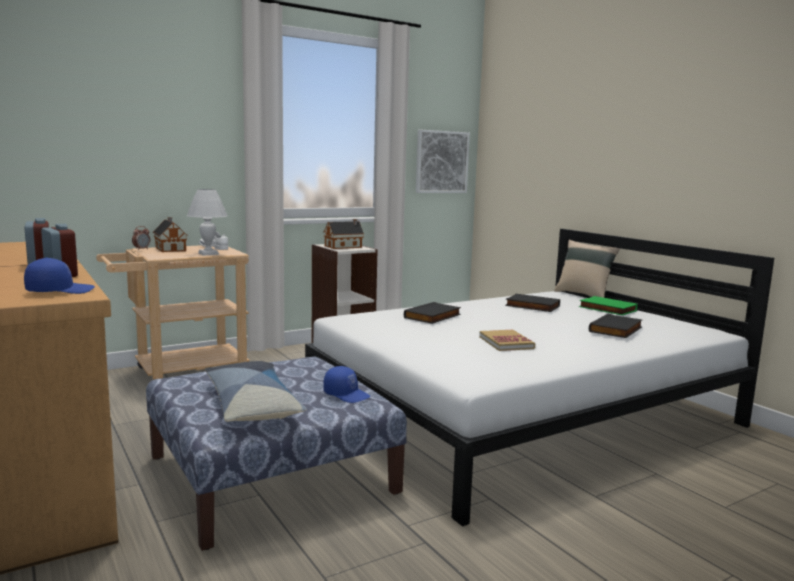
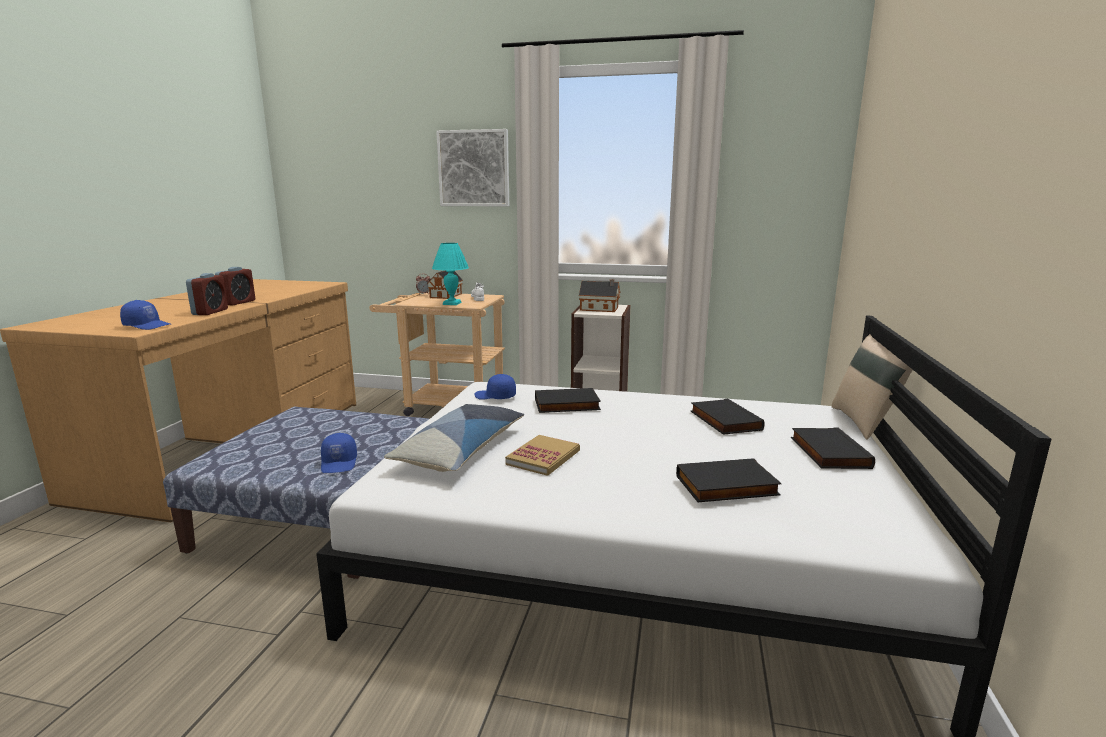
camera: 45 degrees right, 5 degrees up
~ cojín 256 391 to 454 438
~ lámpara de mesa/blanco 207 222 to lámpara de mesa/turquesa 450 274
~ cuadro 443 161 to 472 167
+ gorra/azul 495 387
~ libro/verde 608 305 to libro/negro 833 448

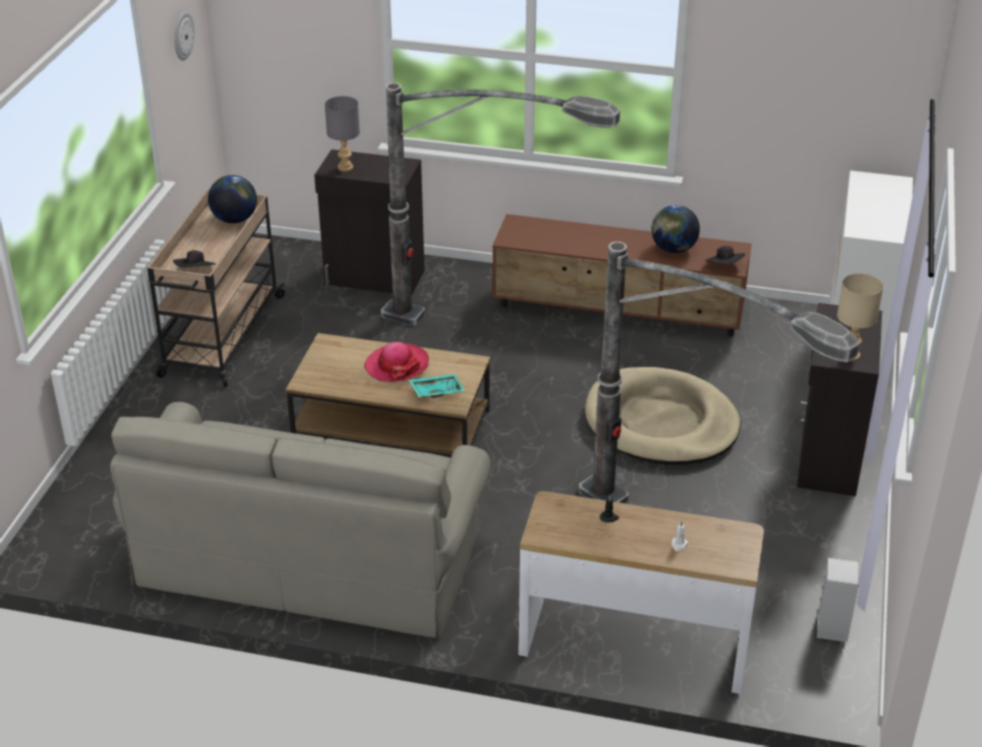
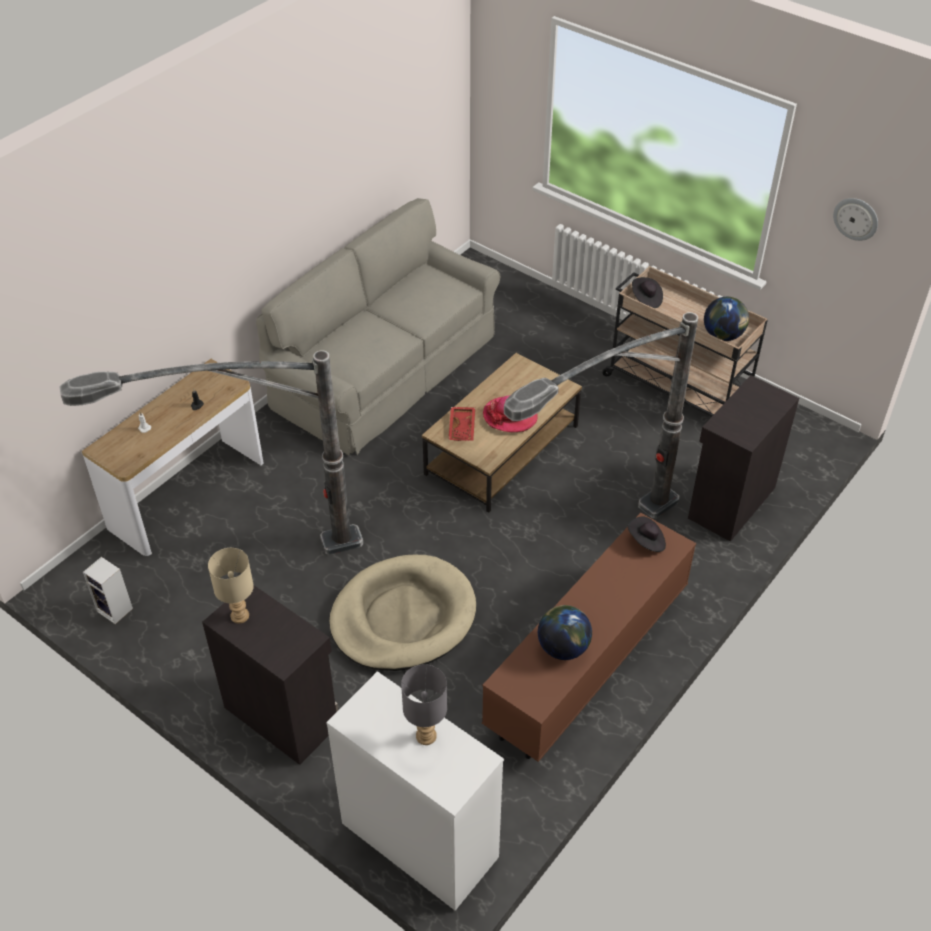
camera: 115 degrees right, 10 degrees up
~ lámpara de mesa/gris 342 134 to 424 704
~ bandeja/turquesa 437 386 to bandeja/rojo 462 424
~ sombrero/negro 725 255 to 647 534

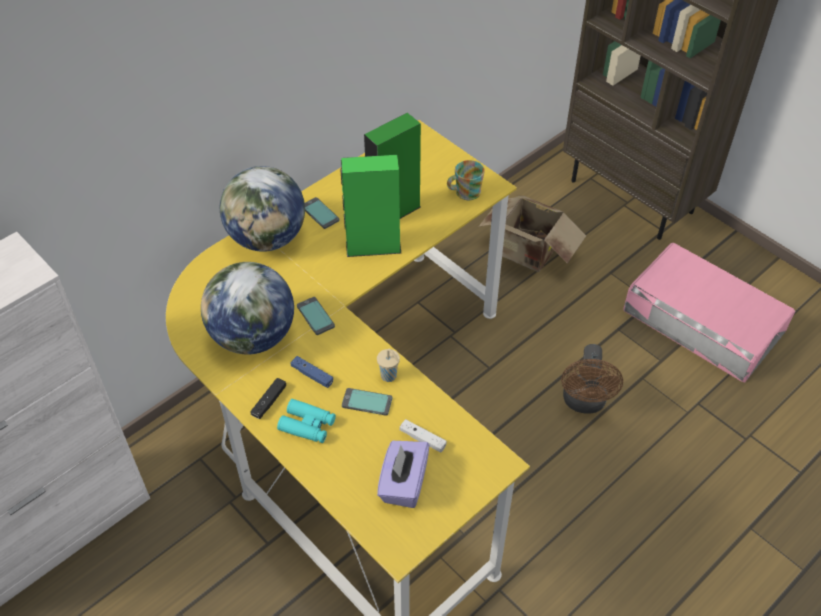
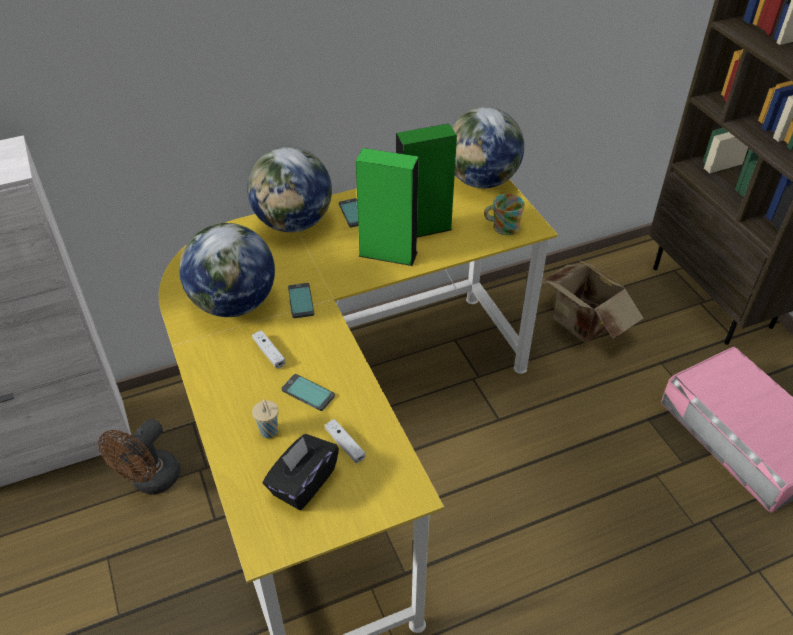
camera: 20 degrees right, 5 degrees down
~ ventilador/marrón 592 379 to 139 456
~ mando de consola/azul 312 372 to mando de consola/blanco 269 349
~ taza/beis 388 365 to 265 418
~ caja de pañuelos/morado 403 474 to caja de pañuelos/negro 301 472
+ globo terráqueo 487 147
- mando de consola/negro 268 398
- prismáticos/turquesa 306 421

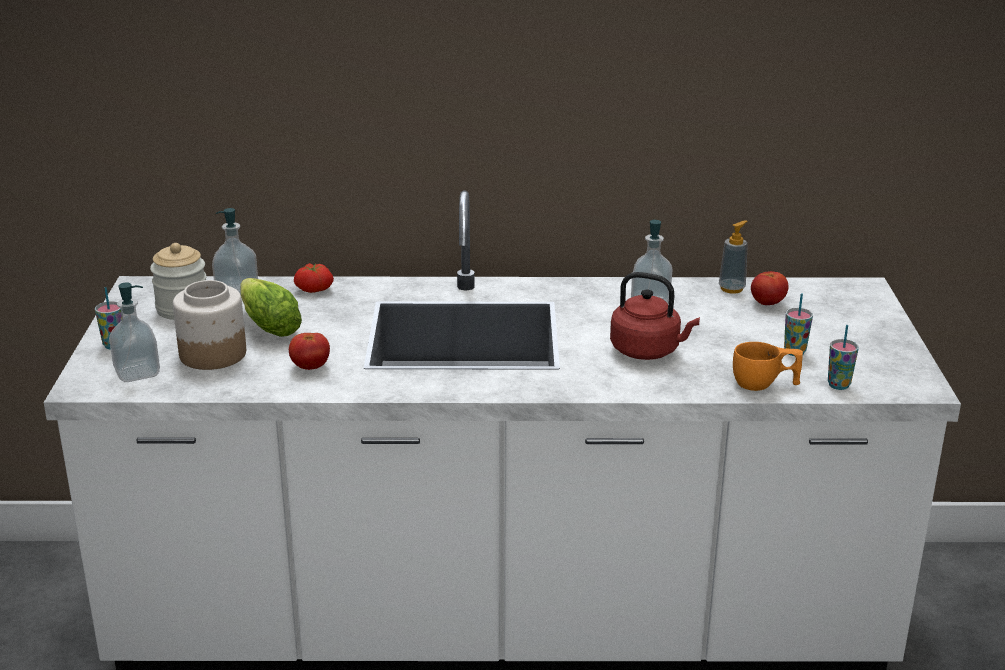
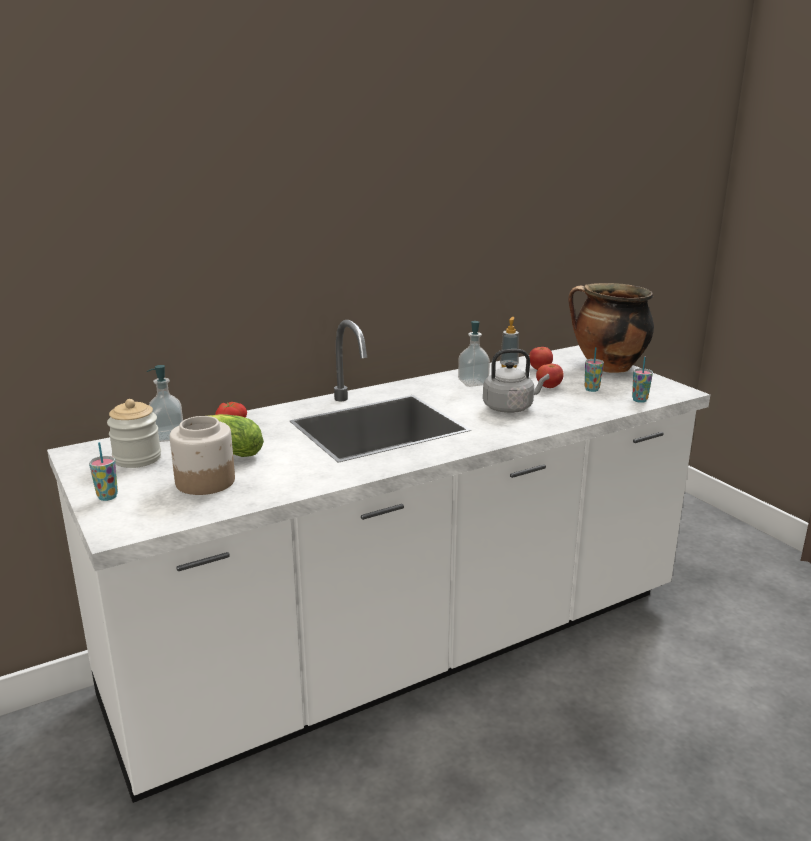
camera: 30 degrees left, 5 degrees down
~ hervidor/rojo 655 316 to hervidor/gris 516 381
~ tomate 309 351 to 550 375
+ olla 611 328
- dispensador de jabón 134 332
- taza/naranja 768 366

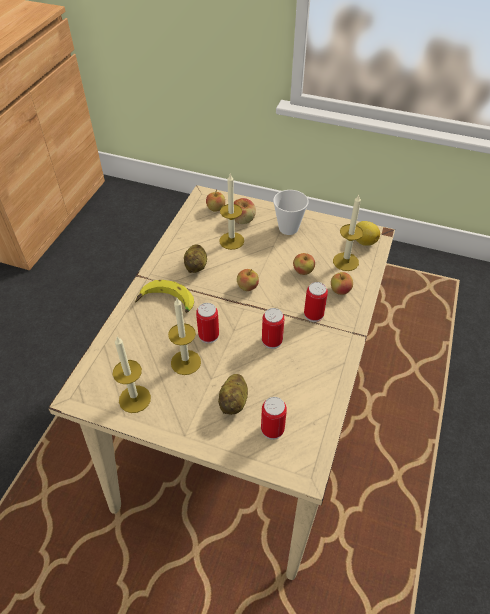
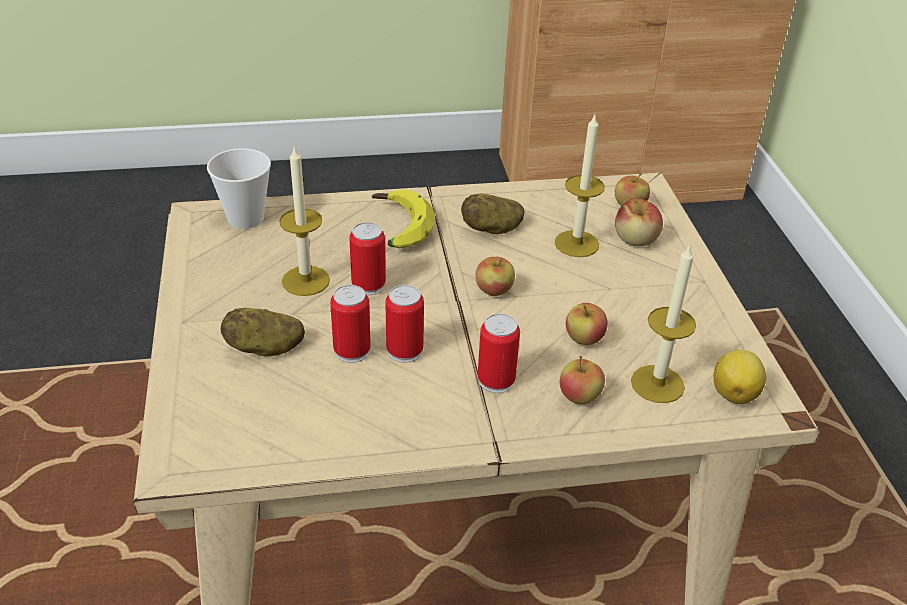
camera: 60 degrees right, 10 degrees down
~ taza 291 212 to 239 188
~ lata 274 418 to 350 324
- vela 132 375

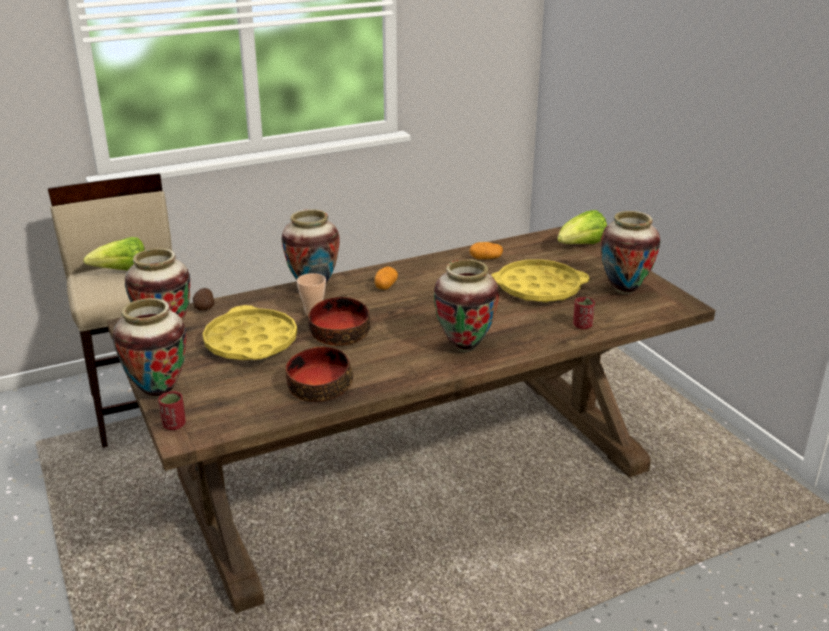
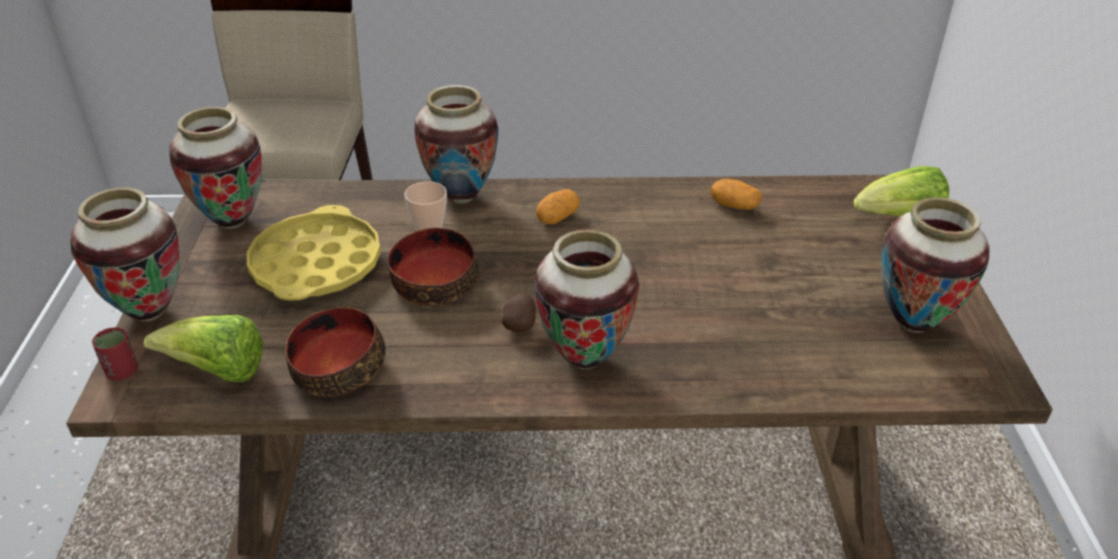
camera: 25 degrees right, 10 degrees up
~ lechuga 114 253 to 203 348
~ patata 203 299 to 519 312
- bandeja/amarillo 540 281
- taza/rojo 584 313

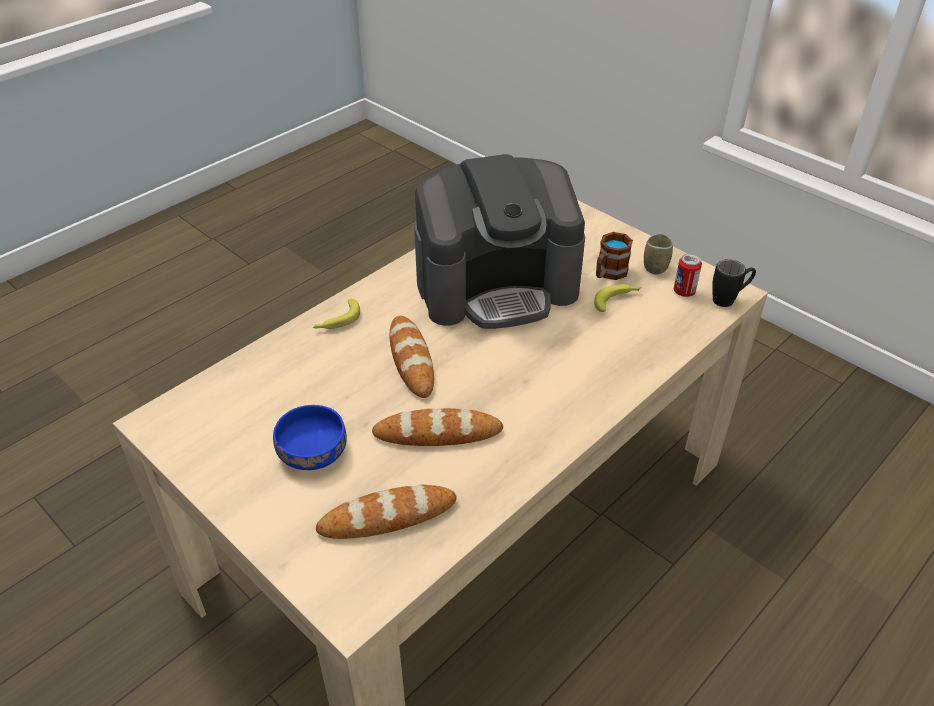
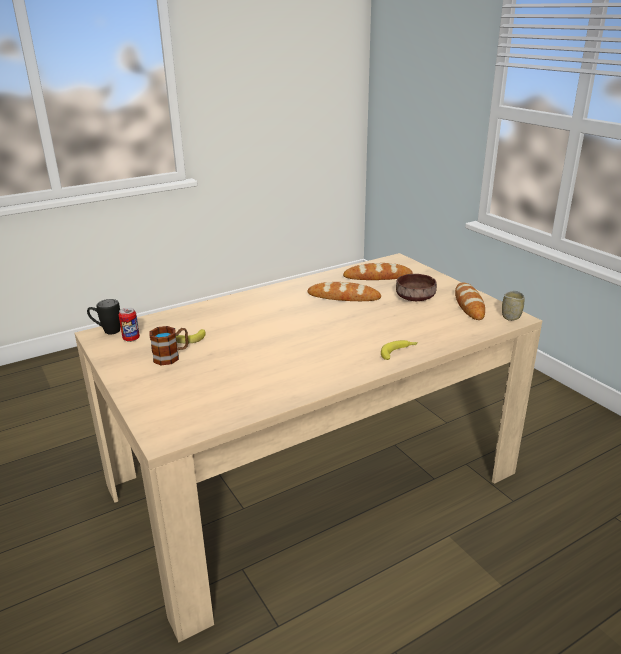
camera: 165 degrees left, 15 degrees down
~ cuenco/azul 310 437 to cuenco/marrón 416 287
~ pan 412 357 to 470 301
~ taza 658 254 to 513 306
- cafetera 499 241

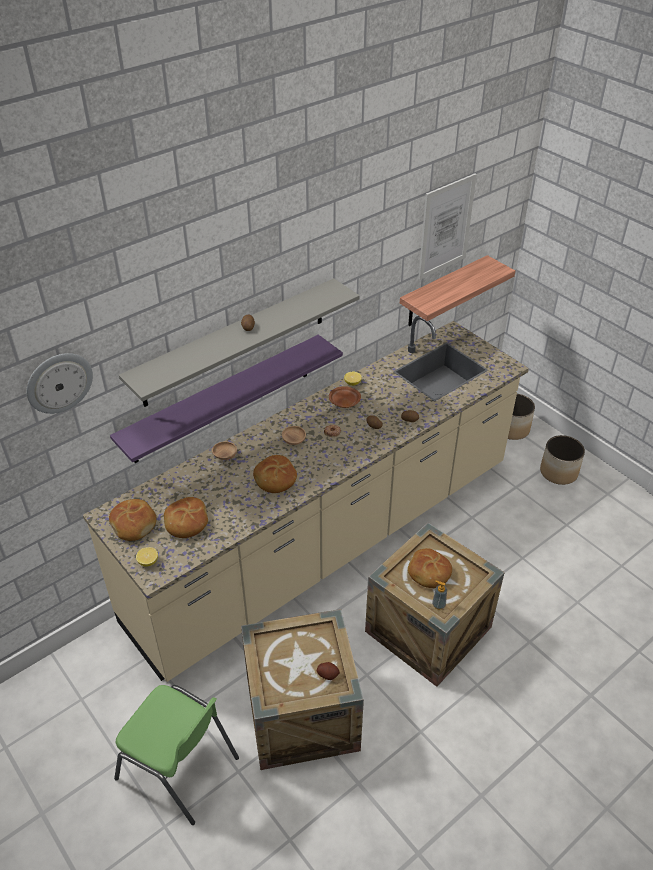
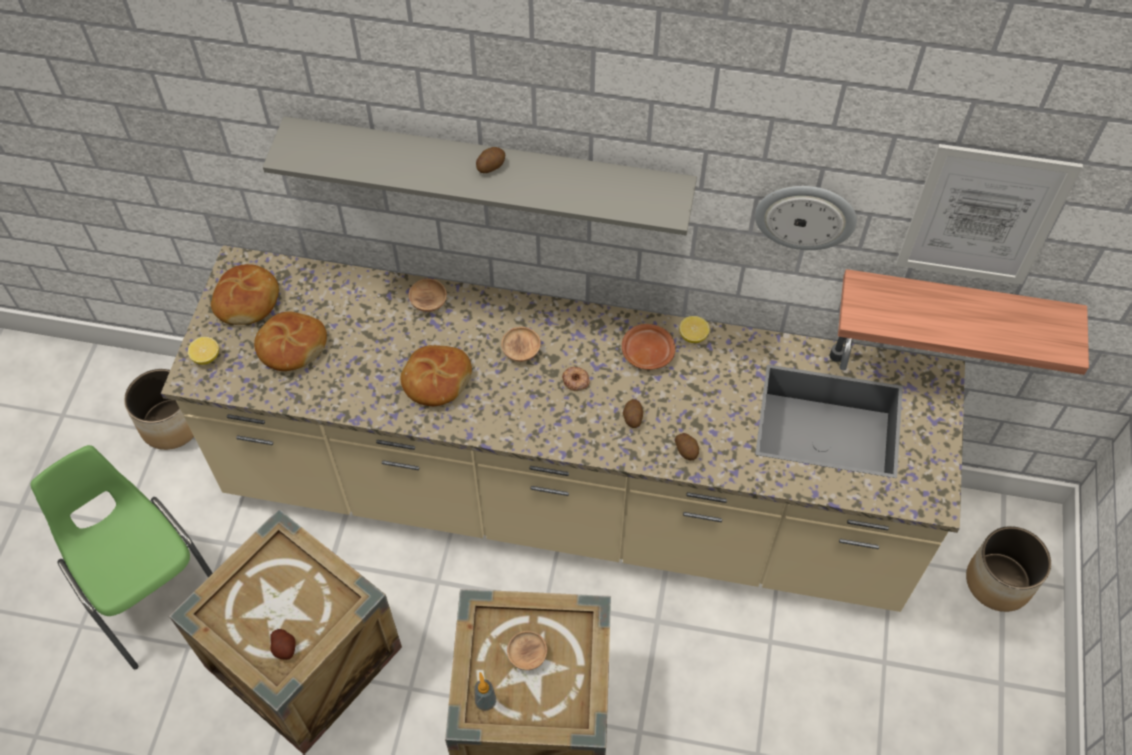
camera: 50 degrees right, 15 degrees up
~ silla/verde 176 755 = 121 557 150 degrees clockwise
~ maceta 562 460 to 159 409
~ pan 430 568 to cuenco/marrón 527 650
~ reloj de pared 60 383 to 806 218
- estante/morado 226 399

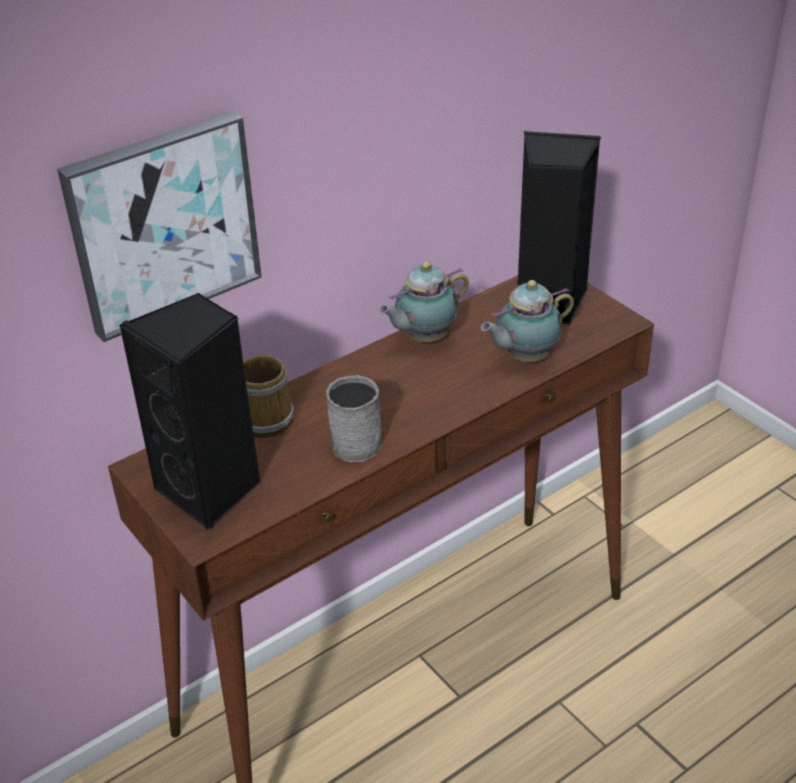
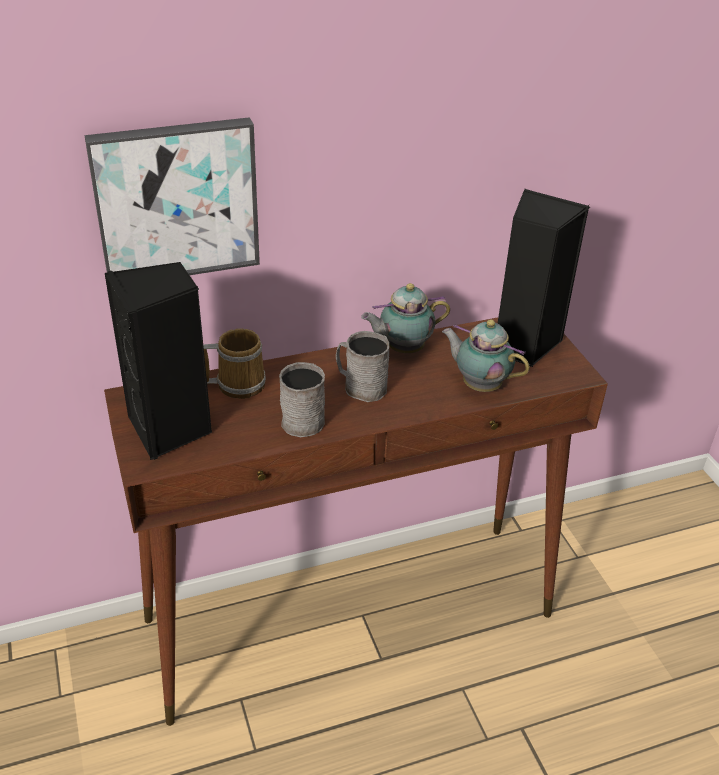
camera: 15 degrees right, 0 degrees up
+ taza grande/gris 362 366
~ tetera 527 321 = 486 356 45 degrees clockwise

